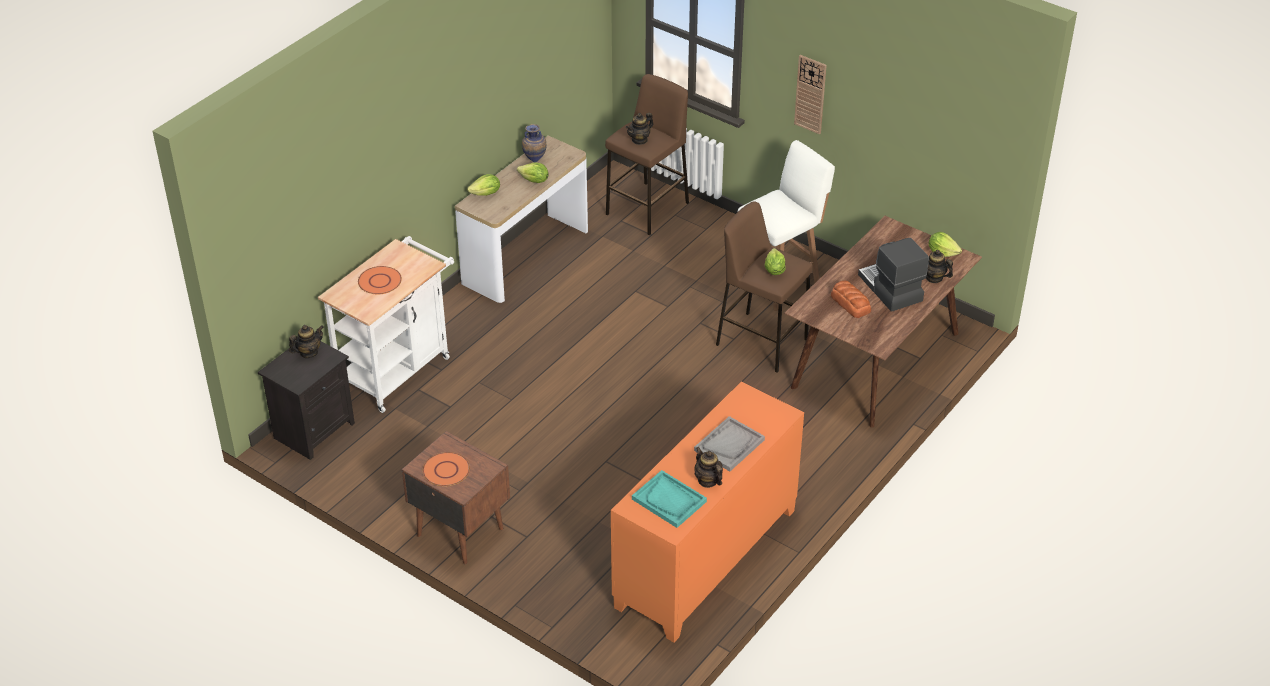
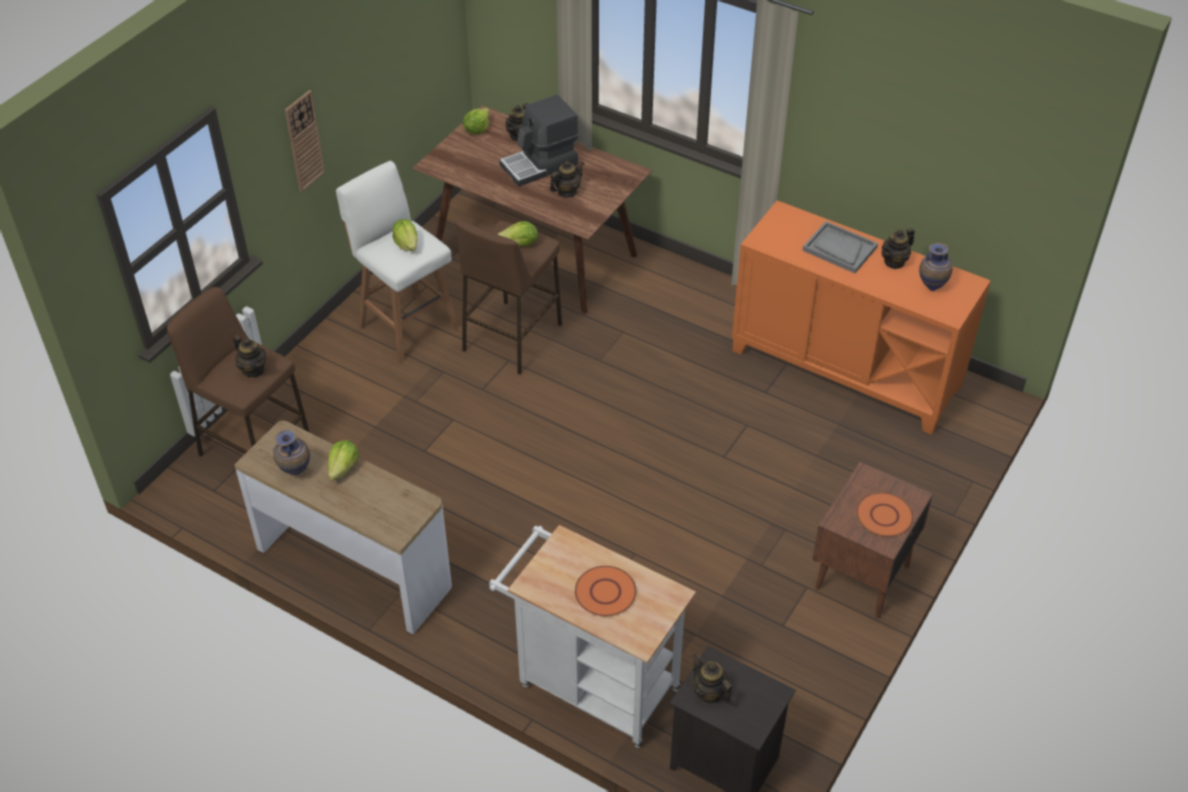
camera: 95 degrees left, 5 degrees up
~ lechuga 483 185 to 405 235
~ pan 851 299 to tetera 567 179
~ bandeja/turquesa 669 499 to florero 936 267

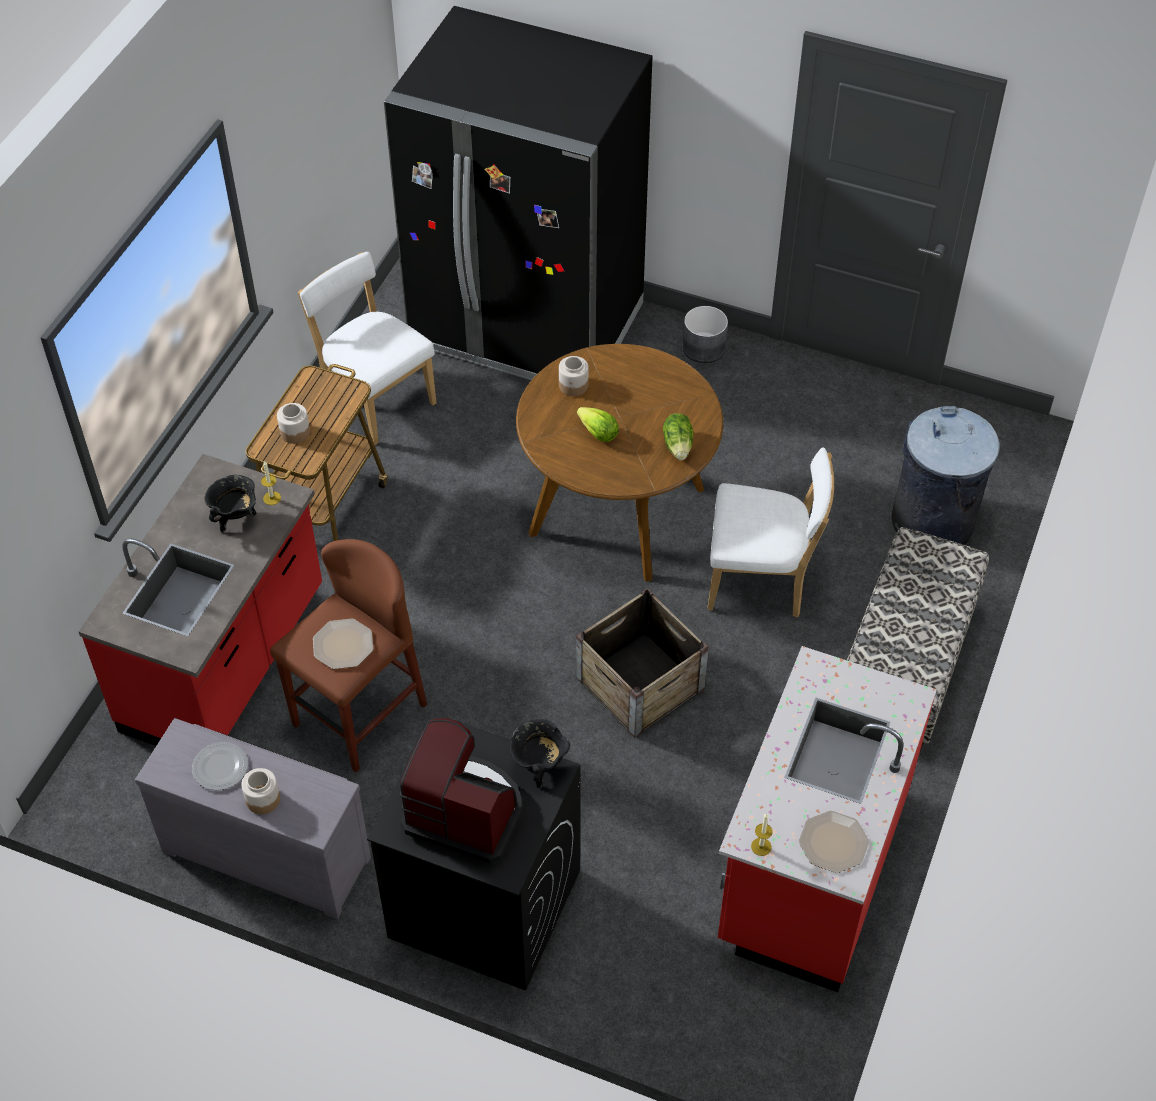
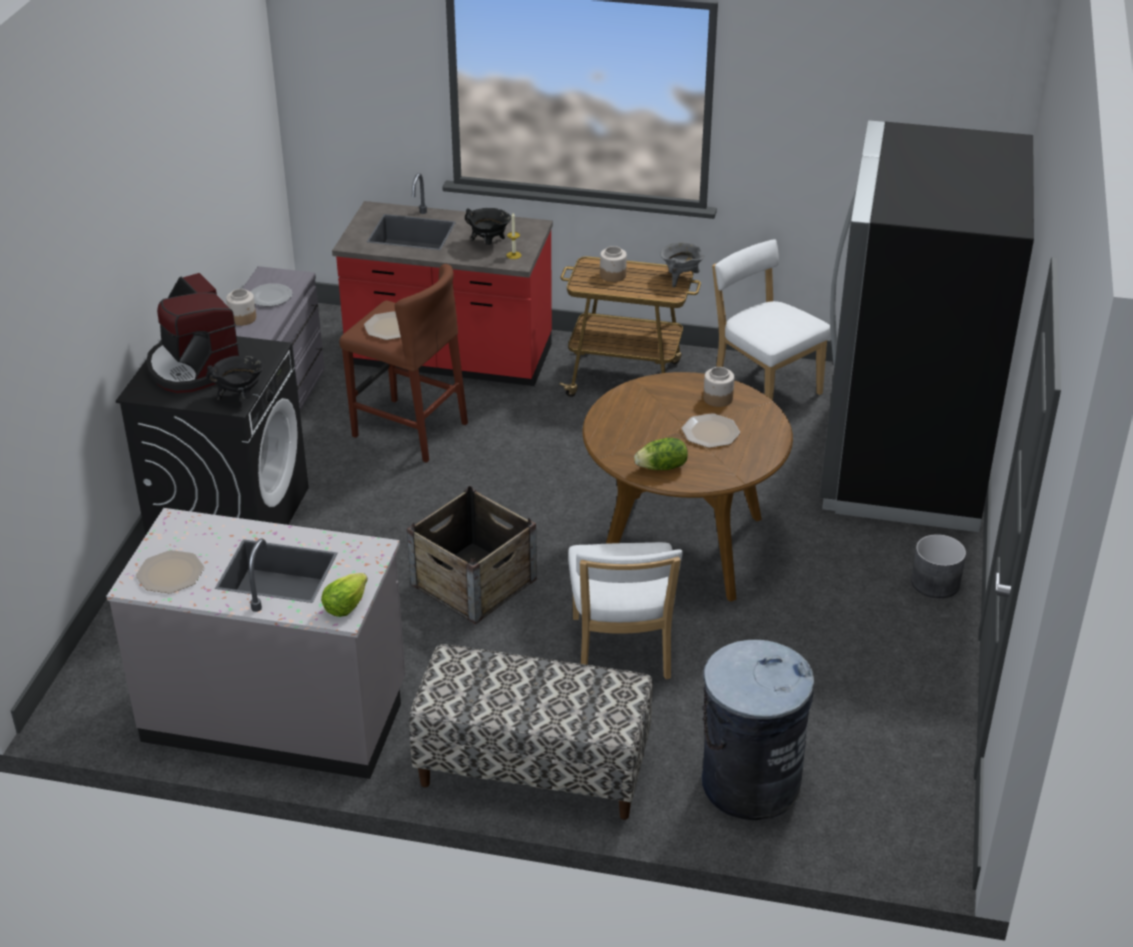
camera: 80 degrees right, 15 degrees down
~ mueble bajo de cocina/rojo 827 819 to mueble bajo de cocina/gris 256 643
~ cafetera 460 791 = 192 333 135 degrees clockwise
~ lechuga 598 424 to 344 595
+ olla/gris 682 265
+ plato 711 430
~ silla/blanco 367 348 = 771 320 75 degrees counterclockwise
- vela 762 834

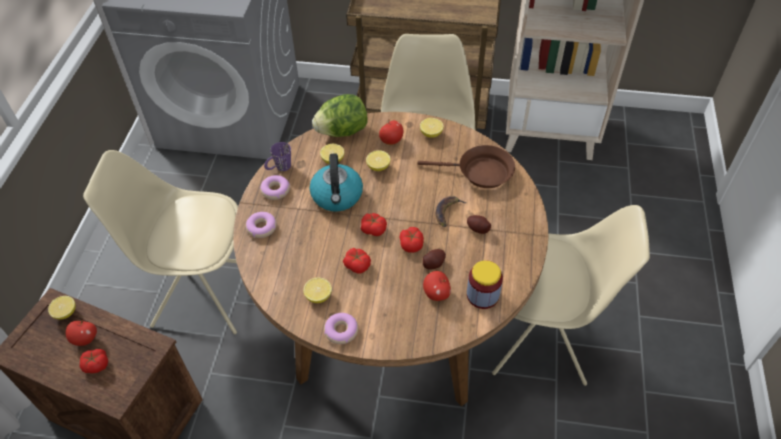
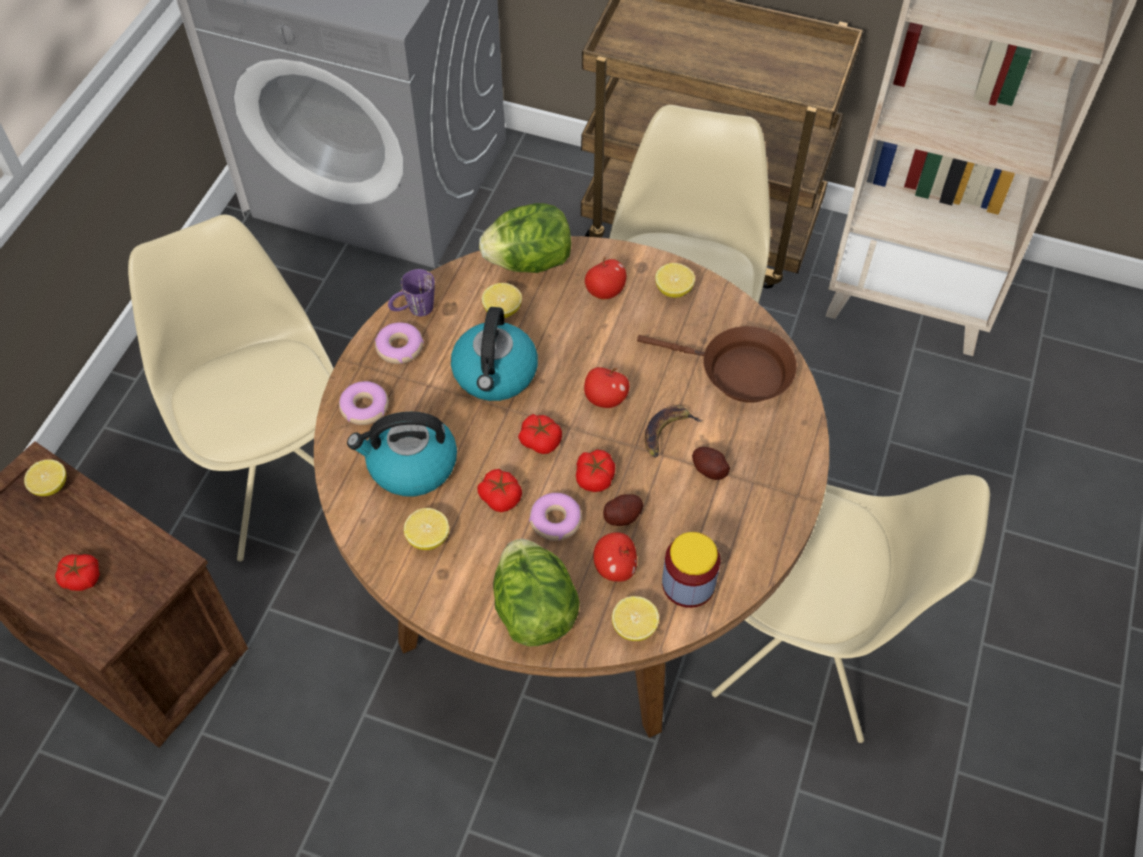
camera: 10 degrees right, 5 degrees up
~ silla/beis 160 242 = 231 387 45 degrees clockwise
+ hervidor 402 454
+ lechuga 536 592
~ rosquilla 341 328 to 555 517
~ manzana 81 333 to 606 387
~ limón 378 160 to 635 618

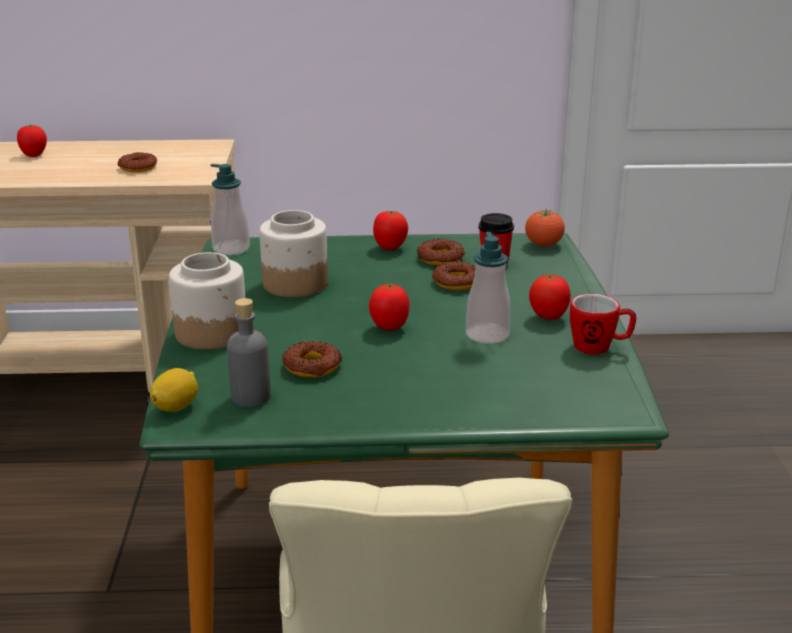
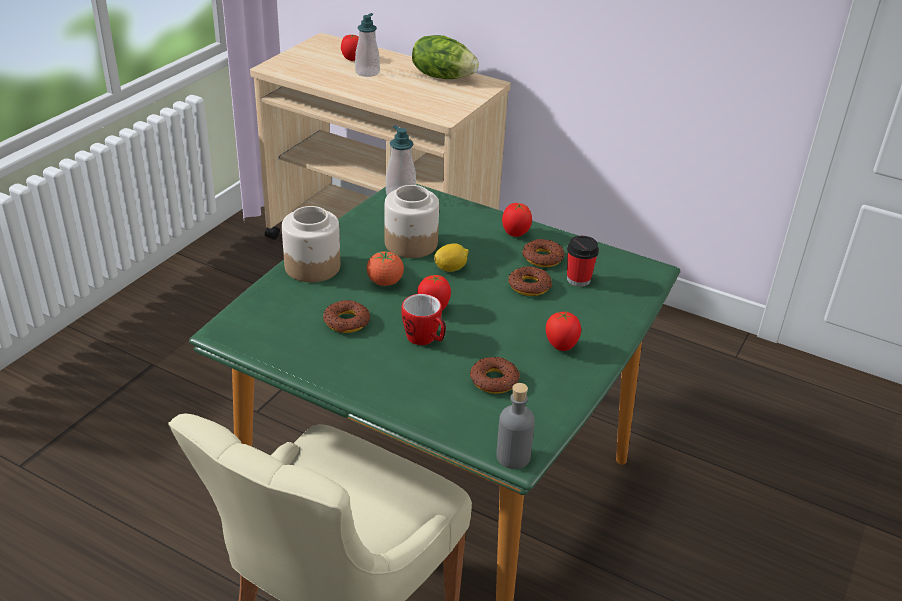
camera: 30 degrees right, 10 degrees up
~ dispensador de jabón 488 288 to 367 45
~ tomate 545 227 to 385 268
~ taza grande 603 324 to 423 319
+ lechuga 445 57
~ limón 174 390 to 451 257
~ rosquilla 137 162 to 495 375
~ botella/gris 249 352 to 515 426

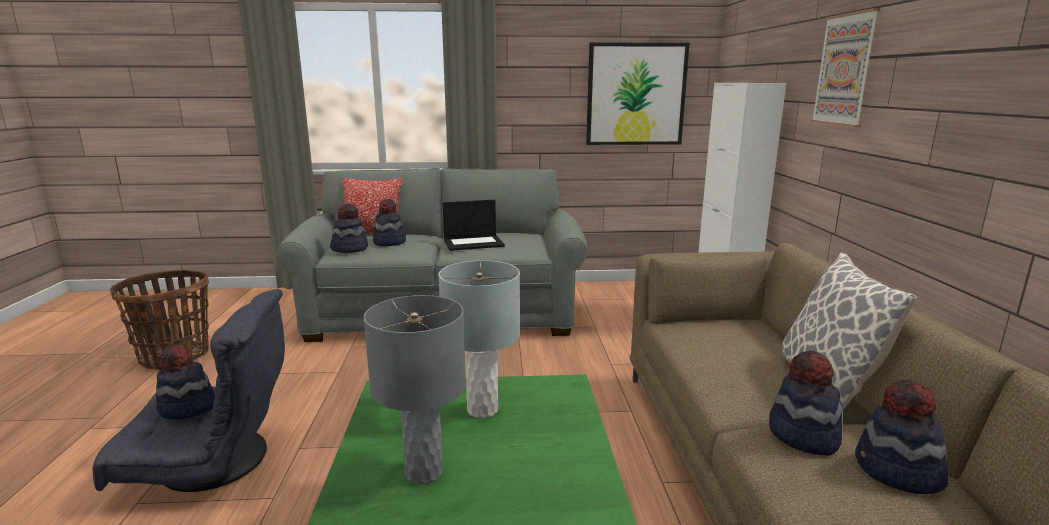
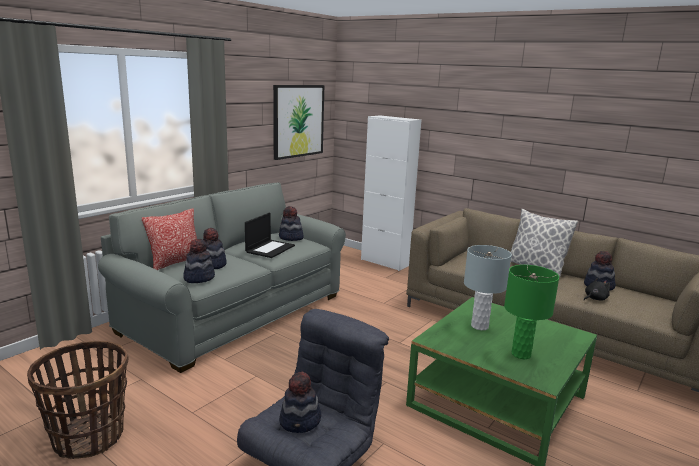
camera: 50 degrees left, 0 degrees up
~ sombrero 805 403 to 291 223
~ lámpara de mesa/gris 414 389 to lámpara de mesa/verde 531 312
+ peluche/negro 597 289
- cuadro 845 67

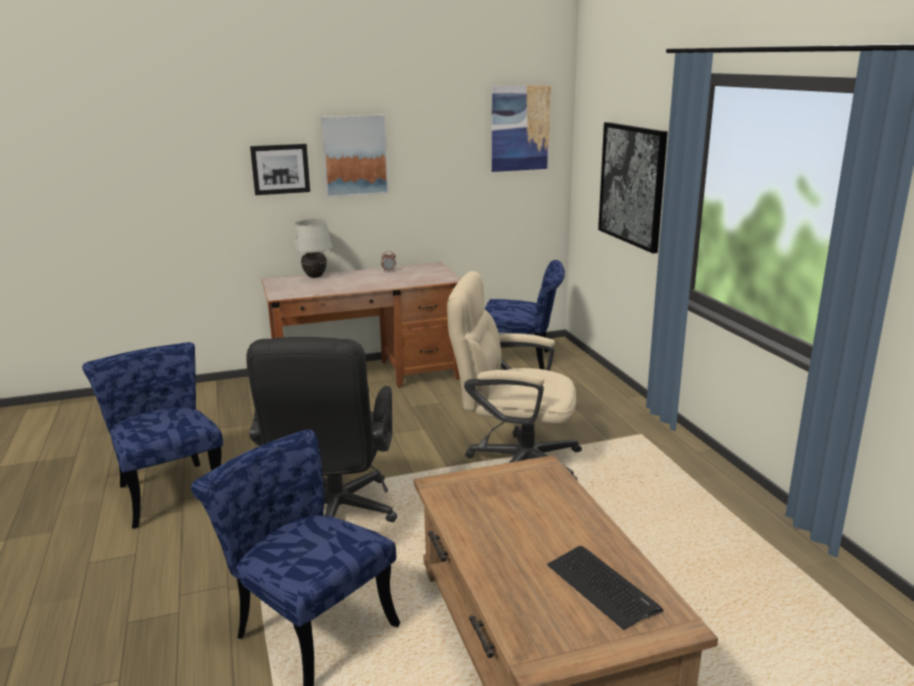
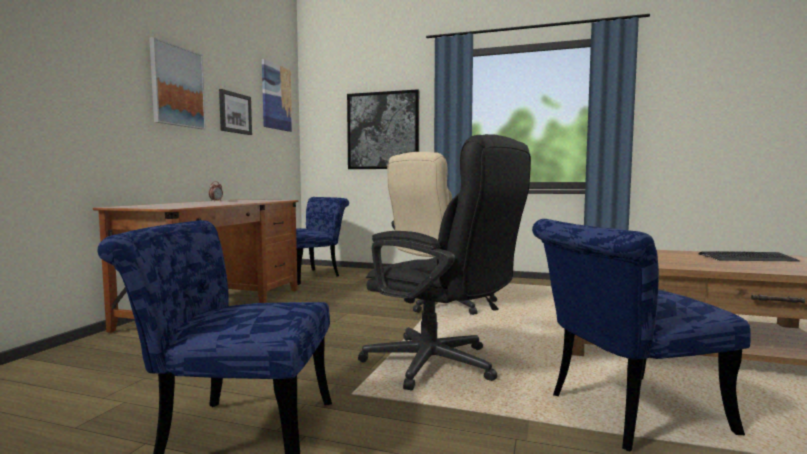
camera: 55 degrees left, 15 degrees down
~ cuadro 280 169 to 235 112
- lámpara de mesa/blanco 313 248

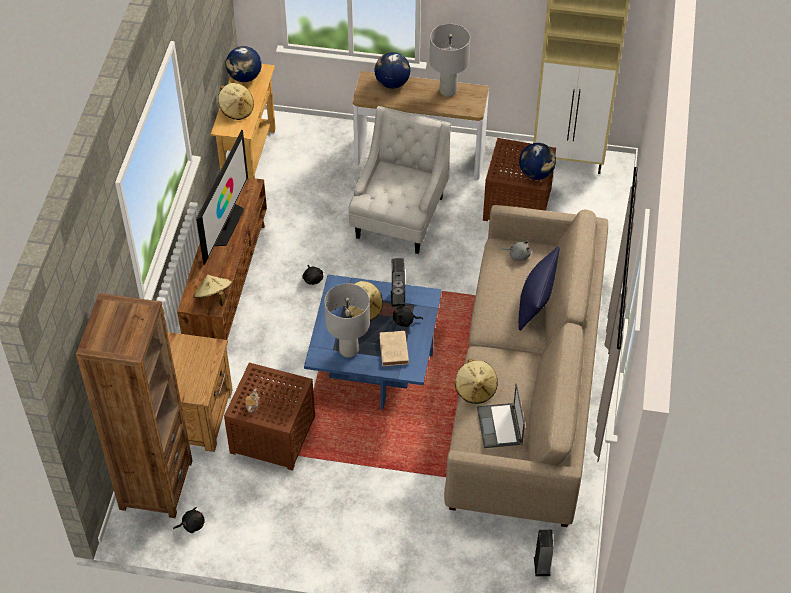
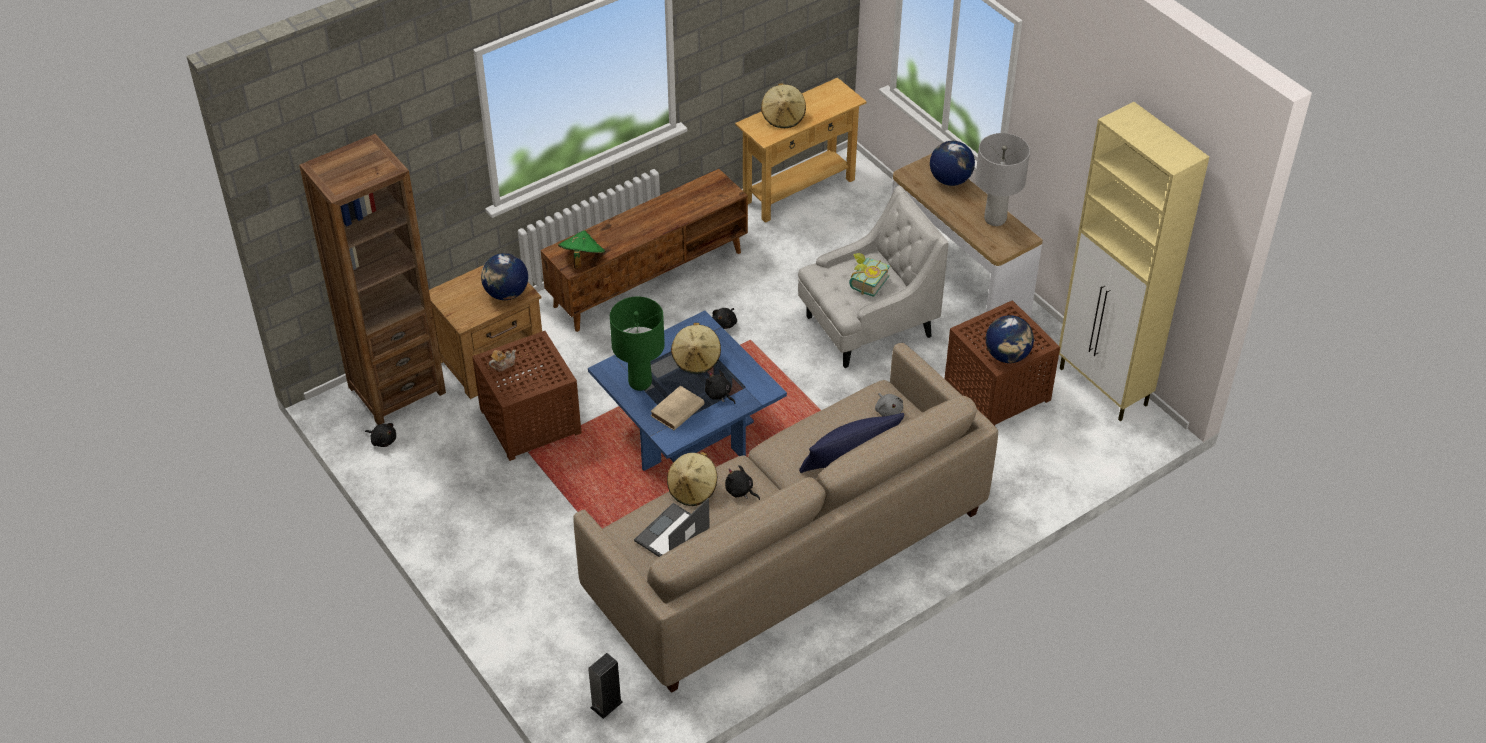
camera: 45 degrees right, 5 degrees down
~ globo terráqueo 244 64 to 504 276
~ sombrero/beis 212 290 to sombrero/verde 582 249
~ lámpara de mesa/gris 347 320 to lámpara de mesa/verde 637 344
+ peluche/negro 742 482
+ libro 869 275
- televisor 222 197
- altavoz 398 282

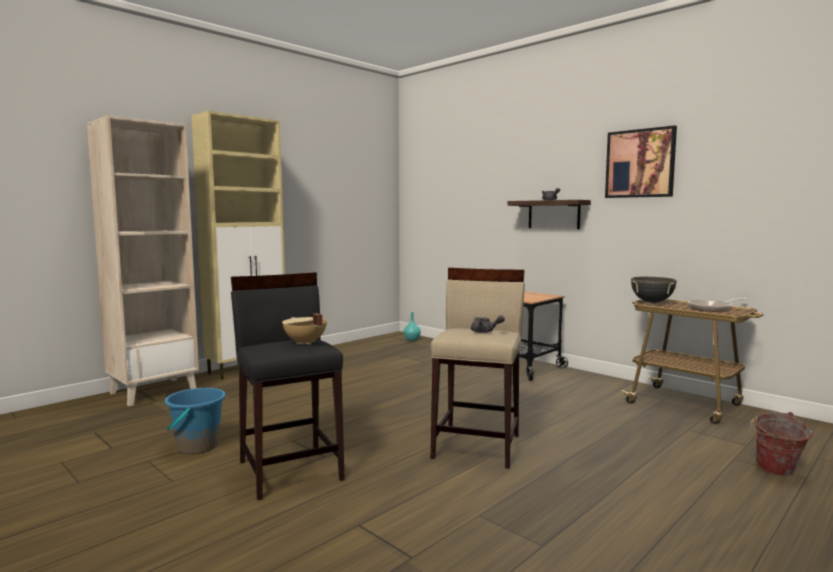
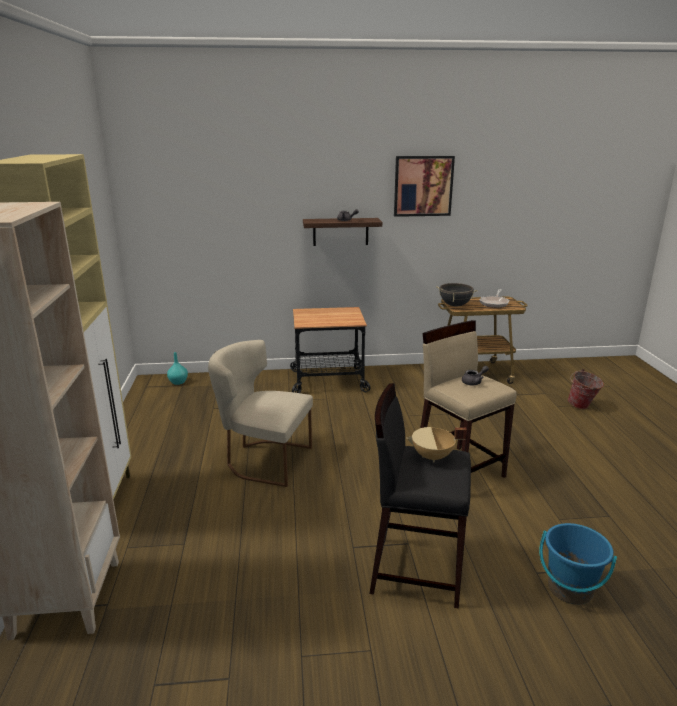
camera: 50 degrees left, 15 degrees up
+ silla/beis 260 413
~ cubo/azul 195 421 to 578 564

